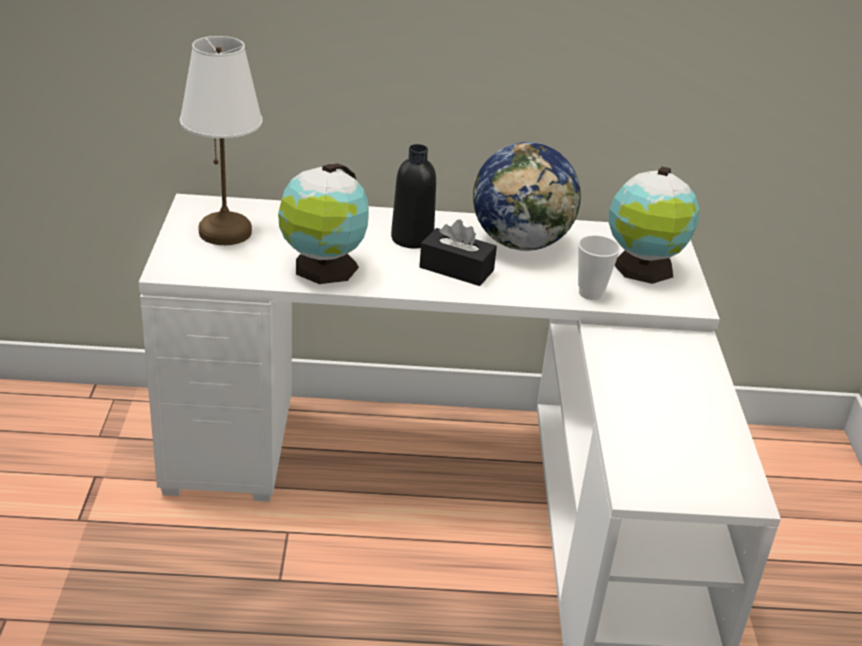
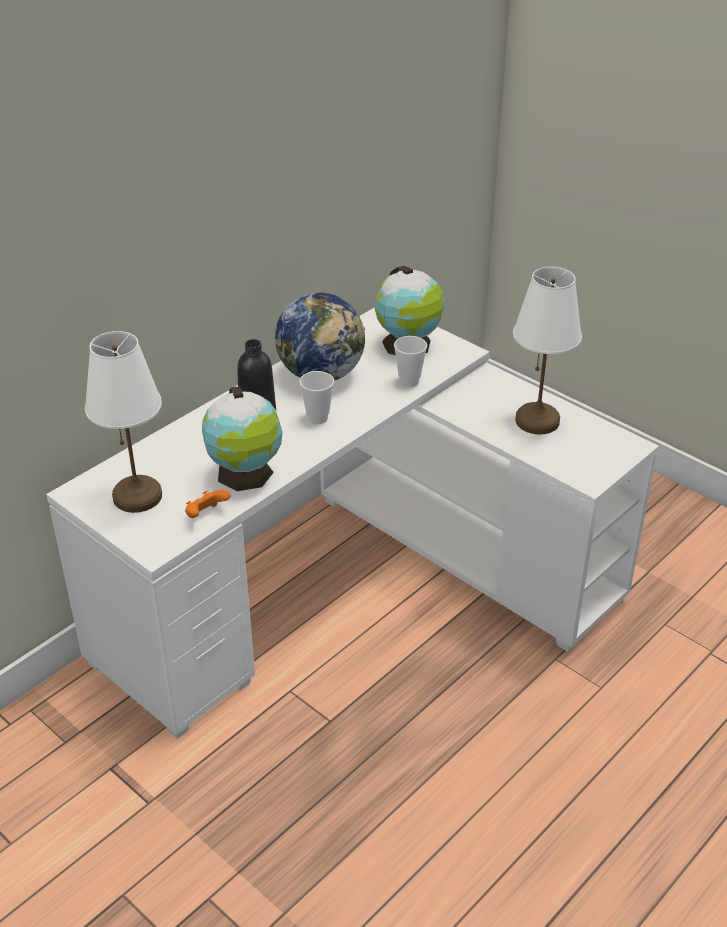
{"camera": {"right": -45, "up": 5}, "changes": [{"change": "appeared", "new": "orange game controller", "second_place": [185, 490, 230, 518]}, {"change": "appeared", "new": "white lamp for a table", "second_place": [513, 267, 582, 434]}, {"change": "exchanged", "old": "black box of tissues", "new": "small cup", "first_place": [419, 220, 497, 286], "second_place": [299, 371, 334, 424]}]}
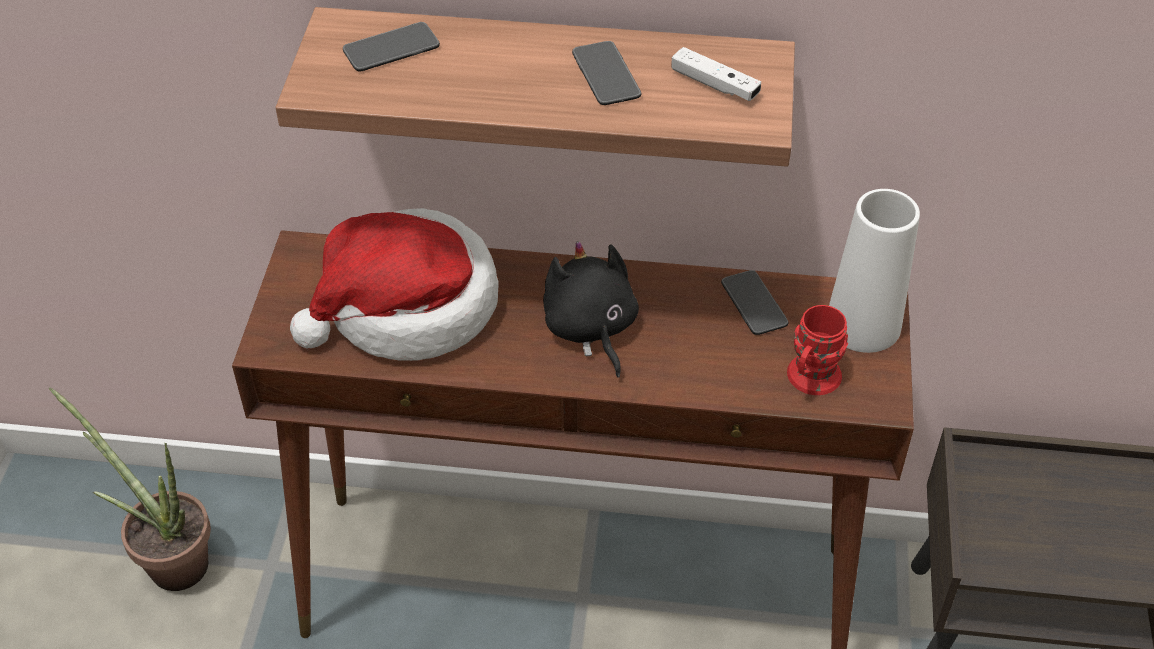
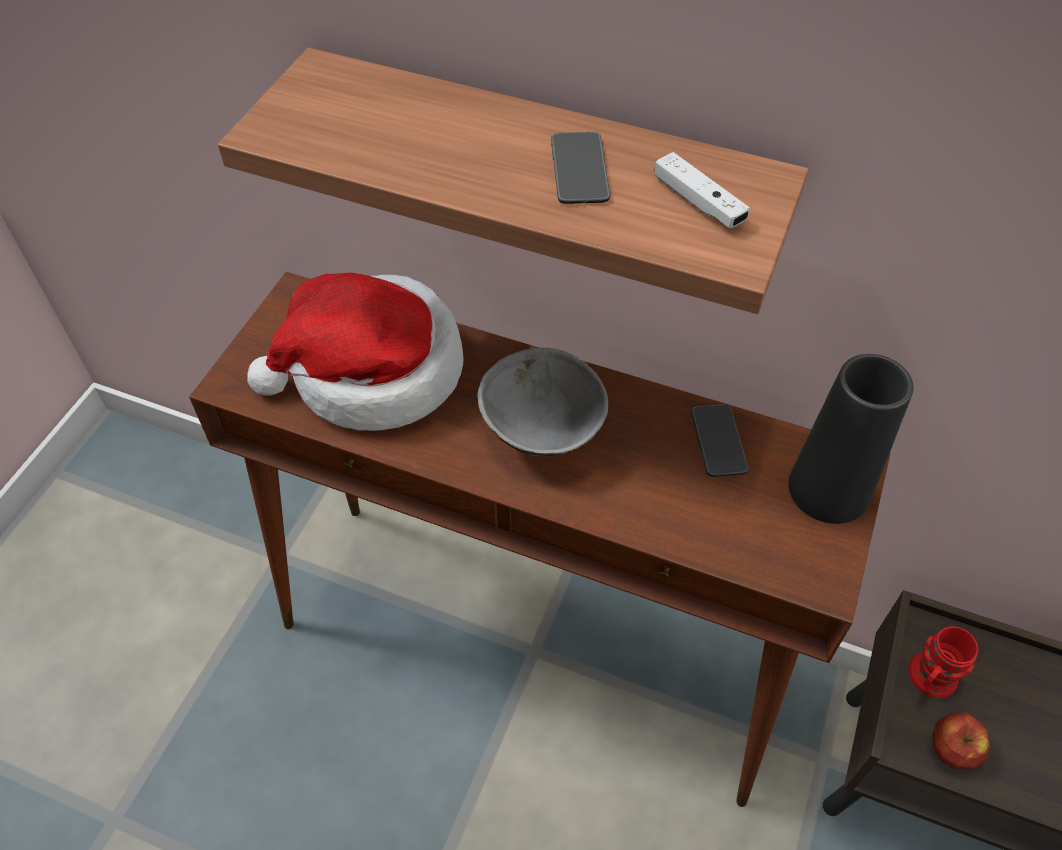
{"camera": {"right": 15, "up": 5}, "changes": [{"change": "missing", "old": "plant in a pot", "first_place": [48, 387, 211, 591]}, {"change": "missing", "old": "handset", "first_place": [343, 22, 440, 71]}, {"change": "appeared", "new": "whole apple", "second_place": [932, 712, 990, 770]}, {"change": "relocated", "old": "red-coloured coffee mug", "first_place": [787, 305, 848, 395], "second_place": [908, 626, 978, 698]}, {"change": "exchanged", "old": "black plush toy", "new": "greyish serving bowl", "first_place": [543, 241, 639, 378], "second_place": [477, 348, 608, 457]}, {"change": "colour", "old": "white vase", "new": "black vase", "first_place": [829, 189, 920, 353], "second_place": [788, 354, 913, 524]}]}
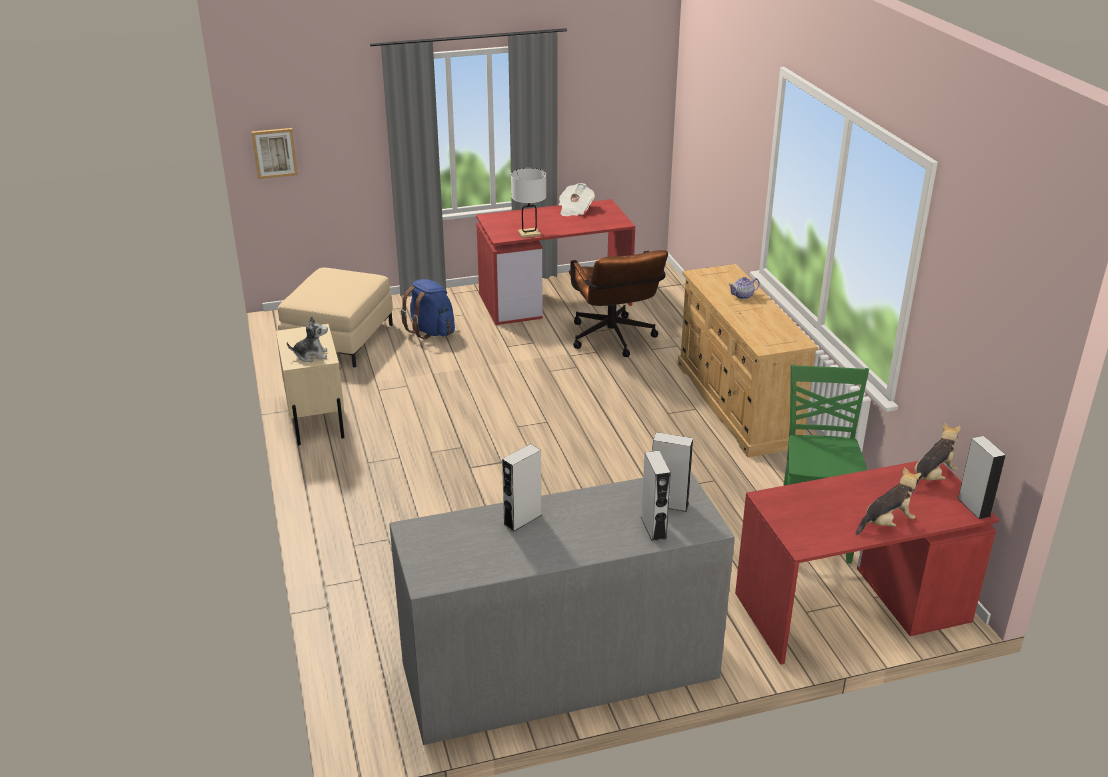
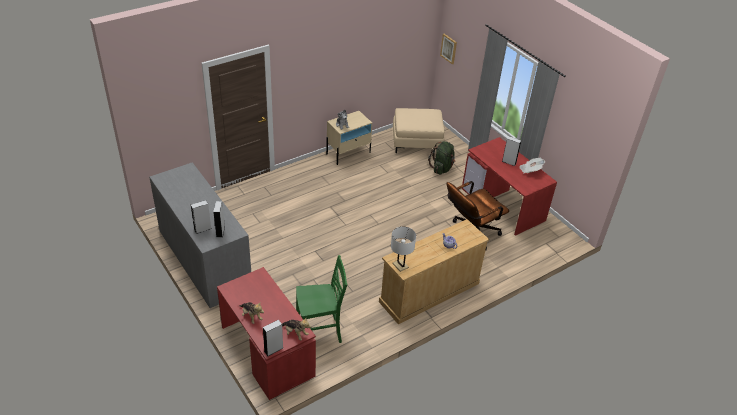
{"camera": {"right": 70, "up": 10}, "changes": [{"change": "relocated", "old": "greyish speaker", "first_place": [502, 444, 542, 532], "second_place": [502, 136, 522, 166]}, {"change": "relocated", "old": "white lamp for a table", "first_place": [511, 168, 546, 238], "second_place": [391, 227, 416, 272]}, {"change": "colour", "old": "blue-coloured rucksack", "new": "green-coloured rucksack", "first_place": [401, 279, 455, 339], "second_place": [428, 141, 455, 174]}]}
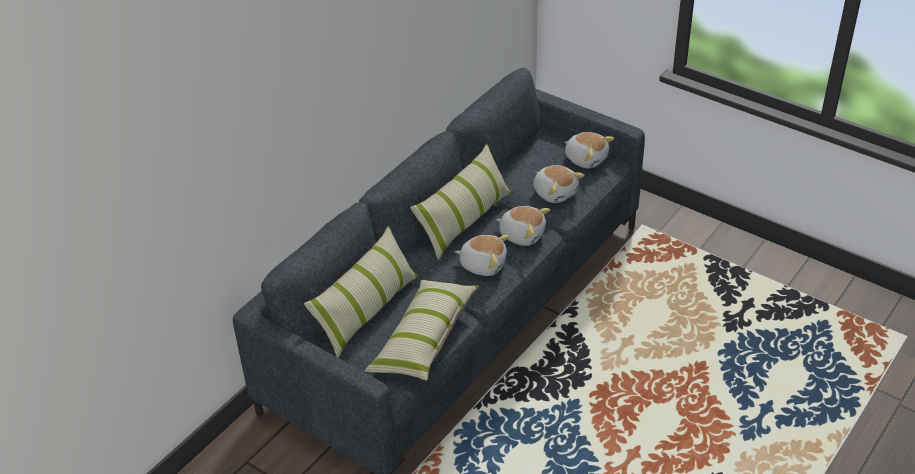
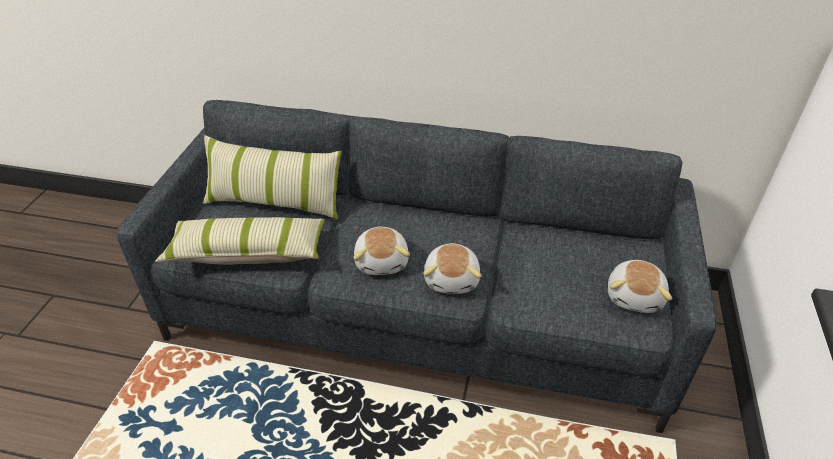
{"camera": {"right": 65, "up": 0}, "changes": [{"change": "missing", "old": "throw pillow", "first_place": [410, 144, 512, 260]}, {"change": "missing", "old": "plush toy", "first_place": [533, 165, 584, 203]}]}
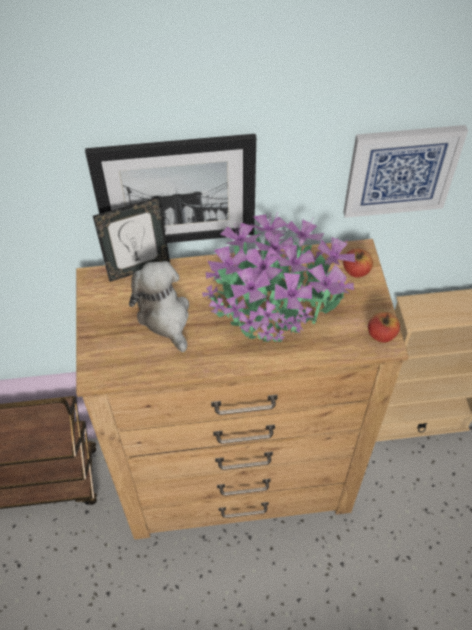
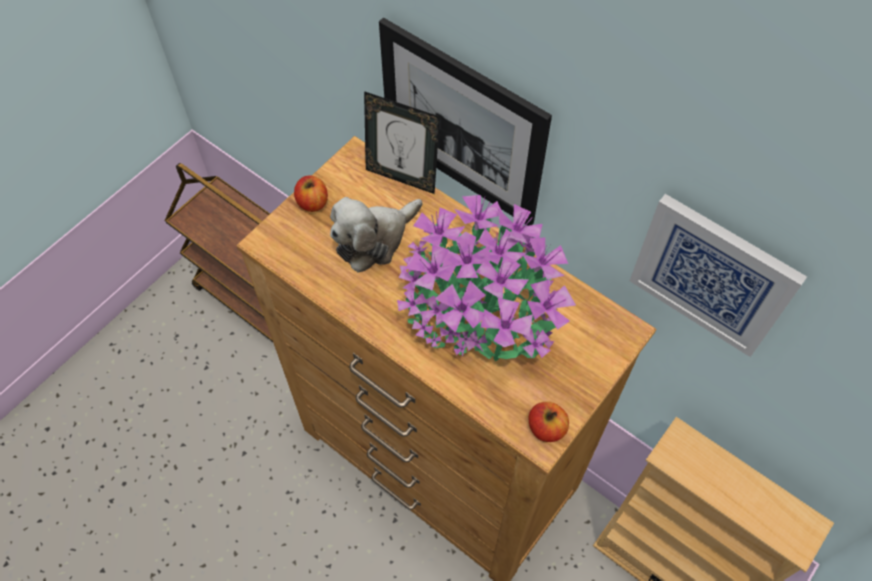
{"camera": {"right": 45, "up": 5}, "changes": [{"change": "relocated", "old": "whole apple", "first_place": [343, 249, 373, 277], "second_place": [294, 176, 328, 212]}, {"change": "spun", "old": "plush toy", "first_place": [129, 261, 189, 352], "second_place": [330, 197, 423, 273], "degrees": -150}]}
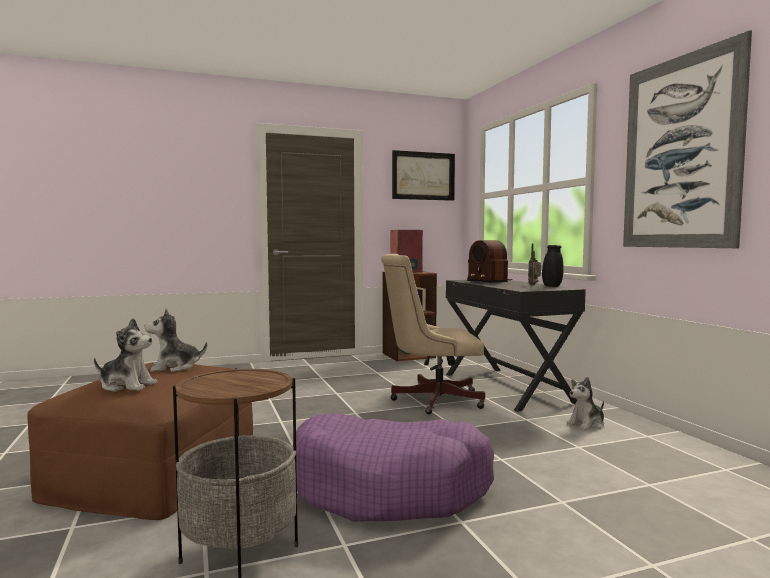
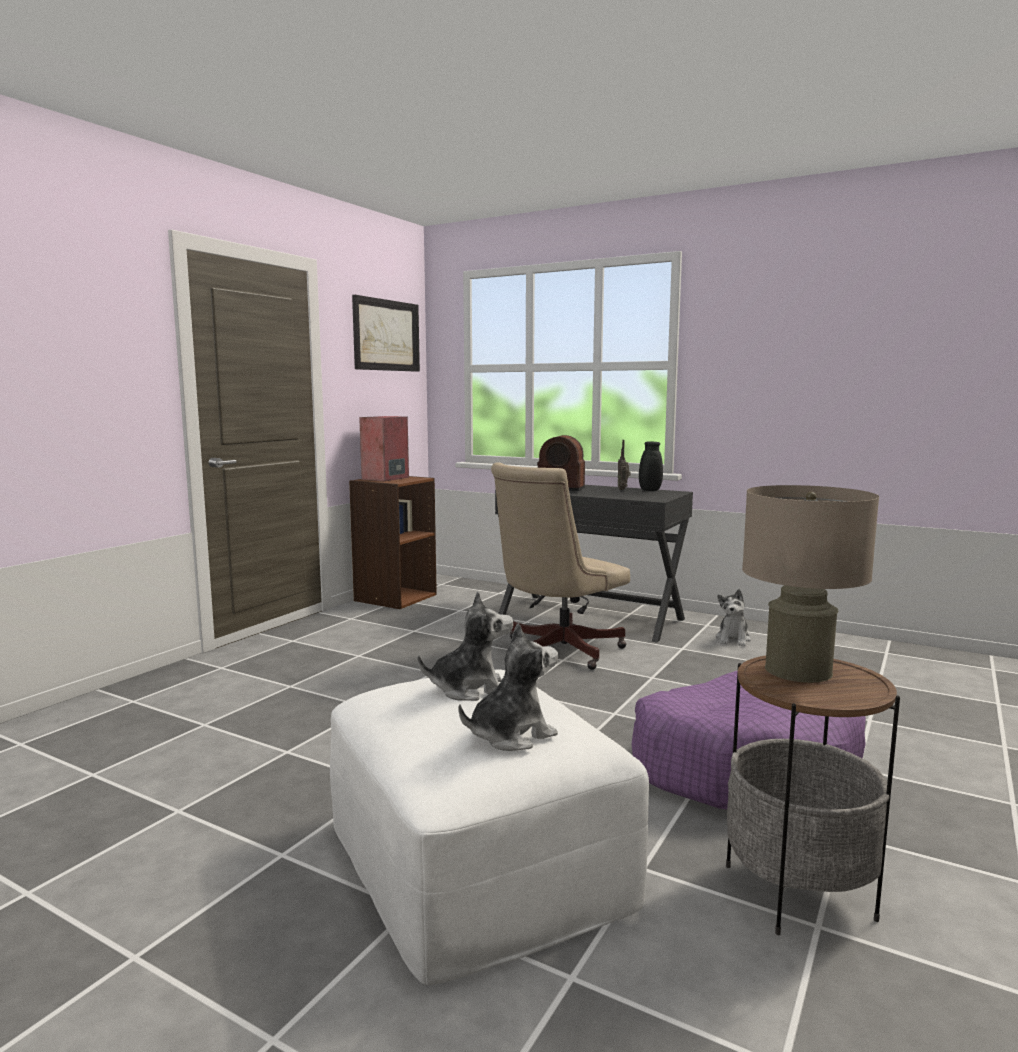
{"camera": {"right": -40, "up": 5}, "changes": [{"change": "missing", "old": "wall picture", "first_place": [623, 30, 752, 248]}, {"change": "appeared", "new": "sand-coloured lamp for a table", "second_place": [742, 485, 879, 683]}, {"change": "colour", "old": "brown pouffe", "new": "white pouffe", "first_place": [27, 362, 253, 520], "second_place": [330, 670, 649, 985]}, {"change": "spun", "old": "plush toy", "first_place": [145, 309, 207, 372], "second_place": [418, 592, 513, 701], "degrees": -135}]}
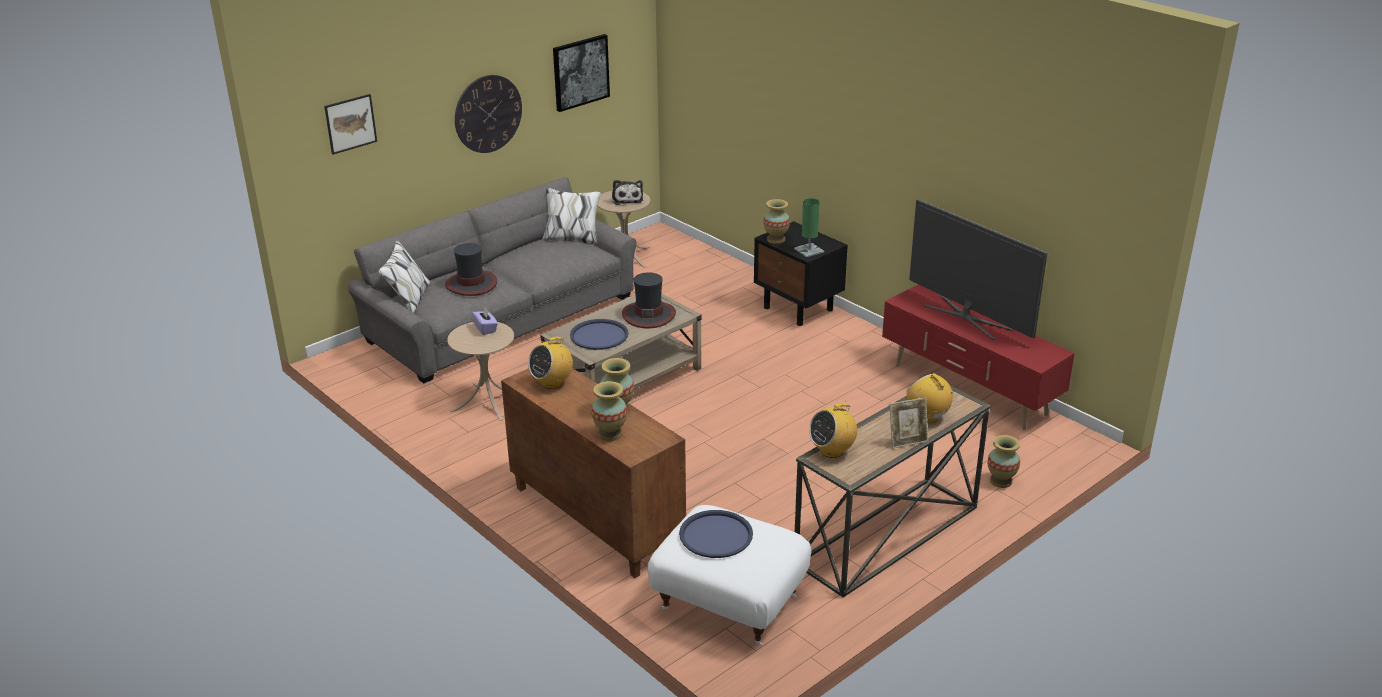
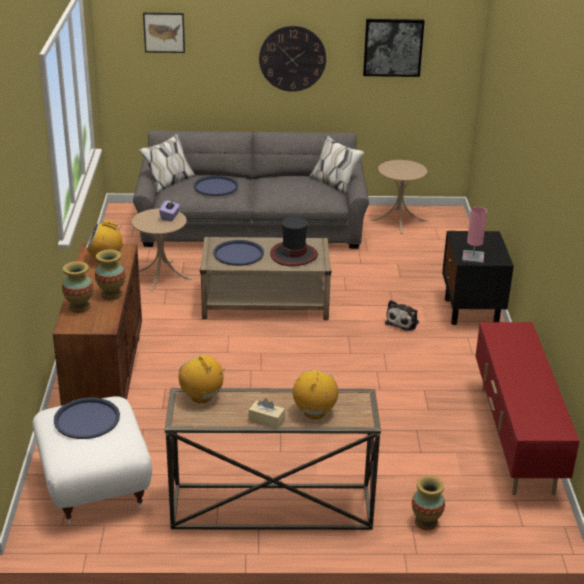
{"camera": {"right": 40, "up": 0}, "changes": [{"change": "missing", "old": "vase", "first_place": [764, 199, 790, 244]}, {"change": "missing", "old": "TV", "first_place": [909, 199, 1047, 340]}, {"change": "relocated", "old": "plush toy", "first_place": [612, 180, 643, 205], "second_place": [385, 300, 419, 331]}, {"change": "exchanged", "old": "clothing hat", "new": "blue-coloured carrying tray", "first_place": [445, 243, 497, 296], "second_place": [193, 175, 239, 196]}, {"change": "exchanged", "old": "picture frame", "new": "sand-coloured box of tissues", "first_place": [890, 397, 928, 449], "second_place": [249, 398, 285, 429]}, {"change": "colour", "old": "green-coloured lamp for a table", "new": "pinkish lamp for a table", "first_place": [794, 198, 824, 257], "second_place": [462, 207, 487, 263]}, {"change": "spun", "old": "radio", "first_place": [809, 403, 857, 458], "second_place": [179, 354, 225, 403], "degrees": 45}]}
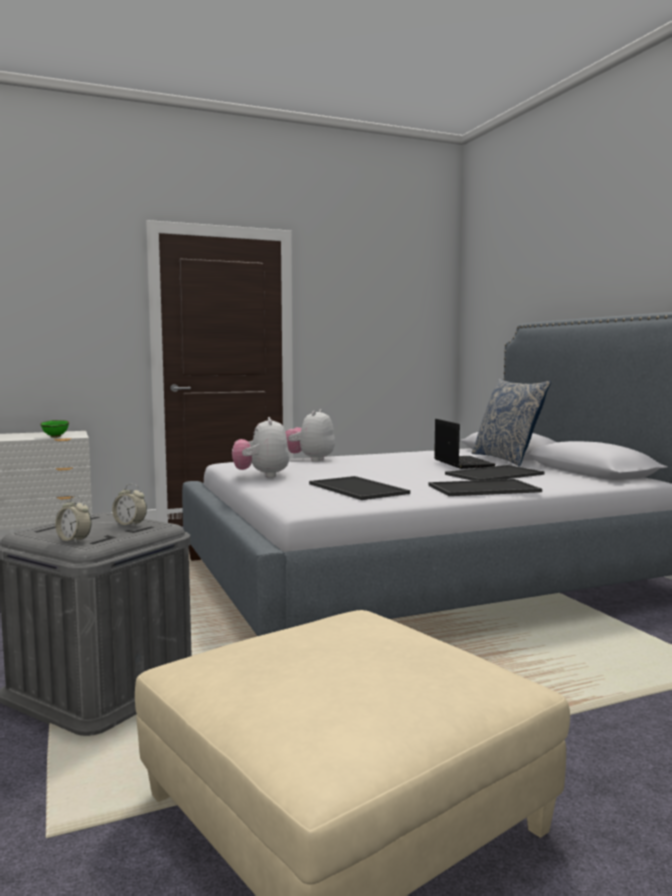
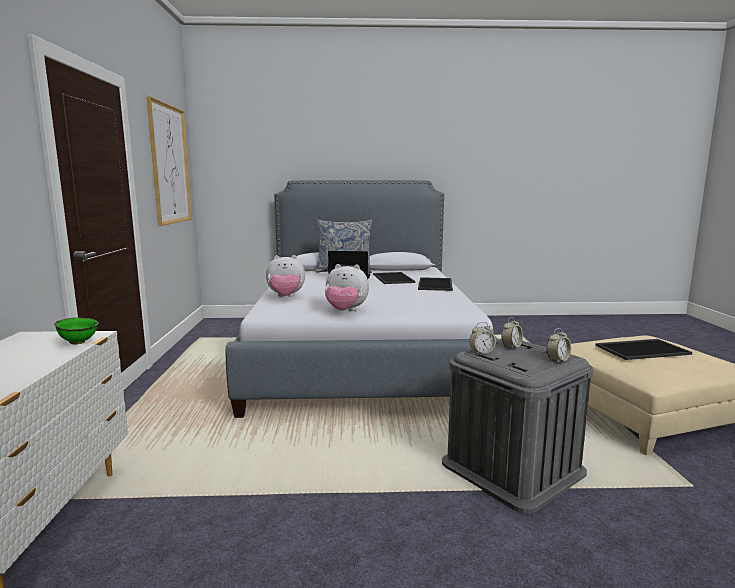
{"camera": {"right": -70, "up": 5}, "changes": [{"change": "appeared", "new": "wall picture", "second_place": [147, 96, 192, 226]}, {"change": "appeared", "new": "table clock", "second_place": [469, 322, 496, 355]}, {"change": "relocated", "old": "carrying tray", "first_place": [309, 476, 410, 500], "second_place": [596, 339, 692, 360]}, {"change": "spun", "old": "plush toy", "first_place": [285, 409, 335, 462], "second_place": [266, 255, 305, 297], "degrees": -45}]}
